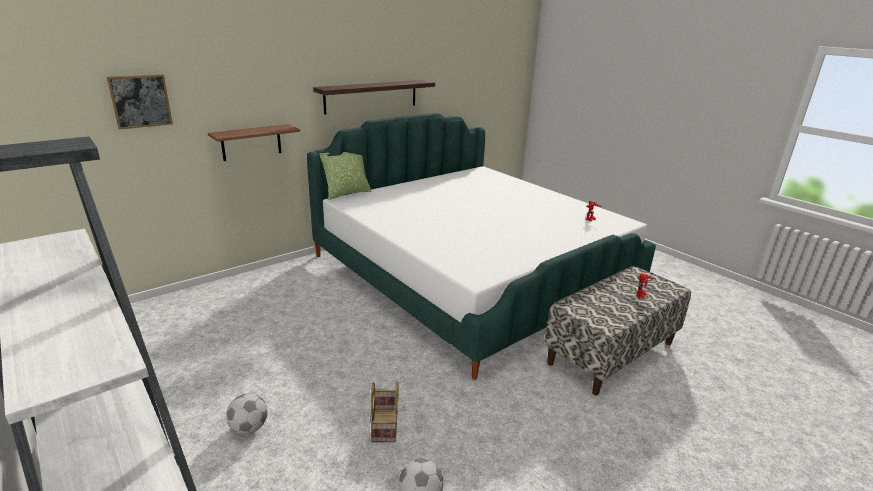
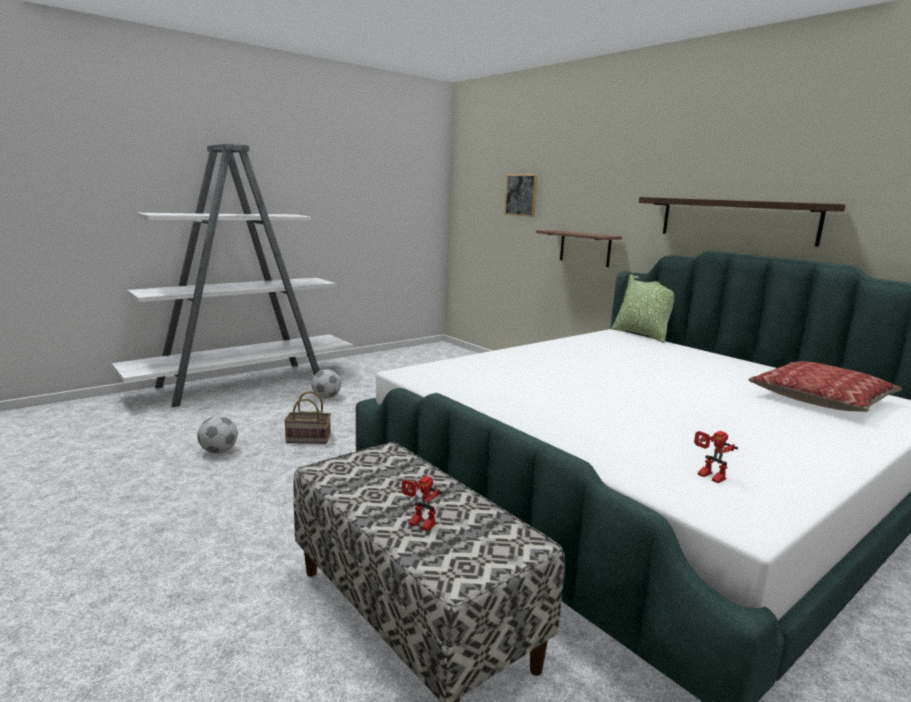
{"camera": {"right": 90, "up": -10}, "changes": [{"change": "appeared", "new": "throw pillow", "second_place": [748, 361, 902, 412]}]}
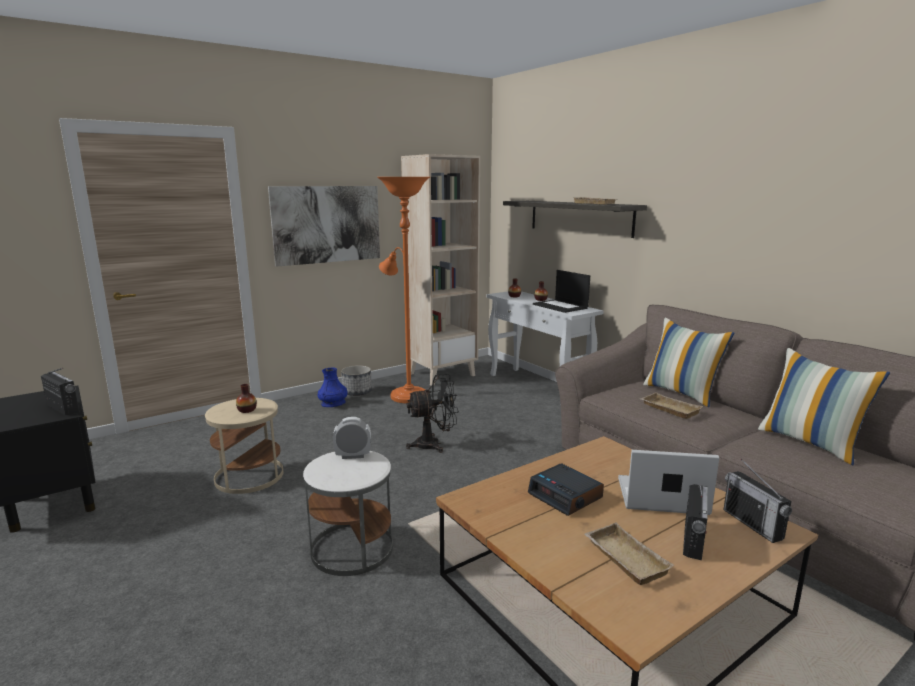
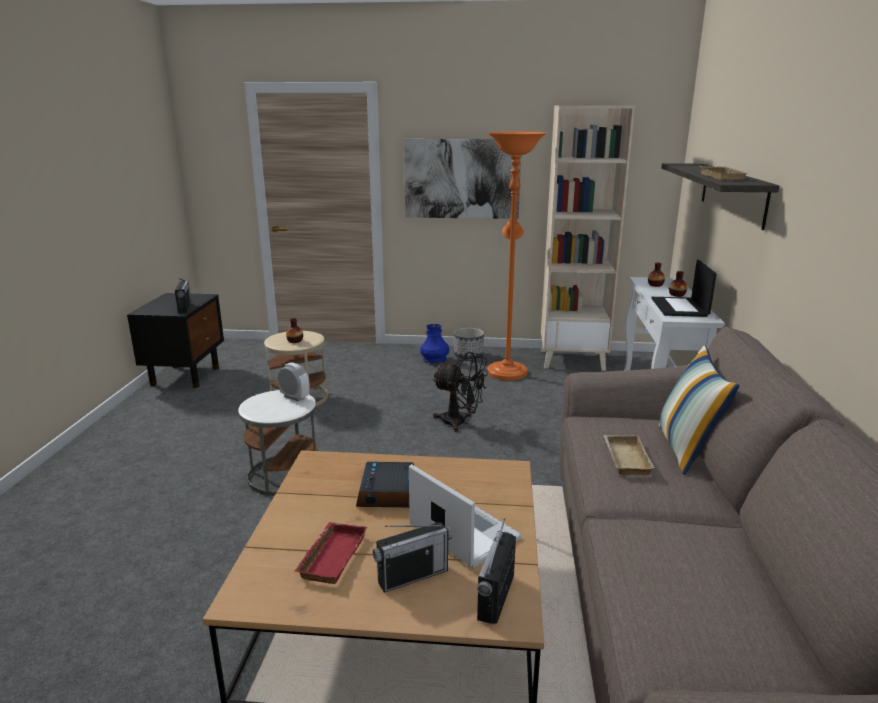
{"camera": {"right": 40, "up": 5}, "changes": [{"change": "missing", "old": "throw pillow", "first_place": [758, 348, 890, 465]}, {"change": "colour", "old": "sand-coloured carrying tray", "new": "red-coloured carrying tray", "first_place": [584, 523, 675, 585], "second_place": [295, 522, 367, 584]}]}
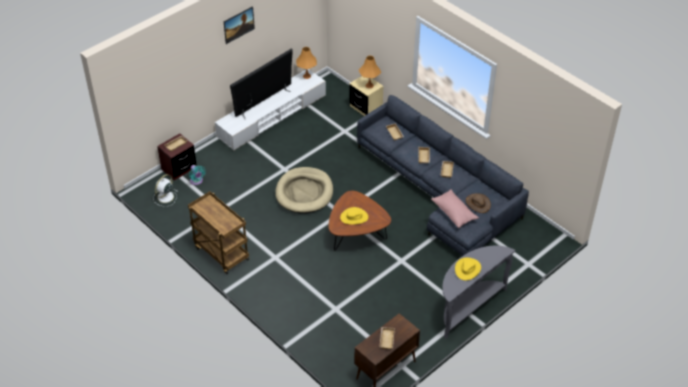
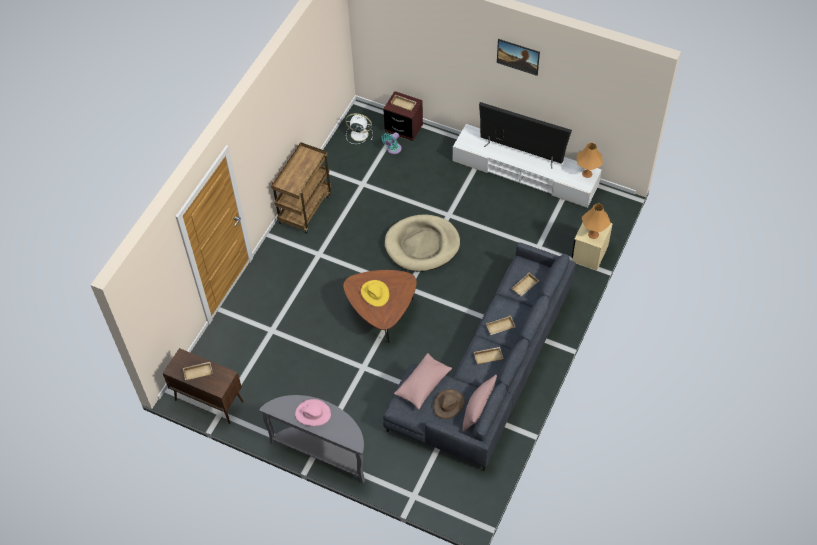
{"camera": {"right": 70, "up": 10}, "changes": [{"change": "appeared", "new": "pinkish throw pillow", "second_place": [462, 375, 497, 432]}, {"change": "colour", "old": "yellow-coloured clothing hat", "new": "pinkish clothing hat", "first_place": [455, 257, 481, 280], "second_place": [295, 399, 331, 426]}]}
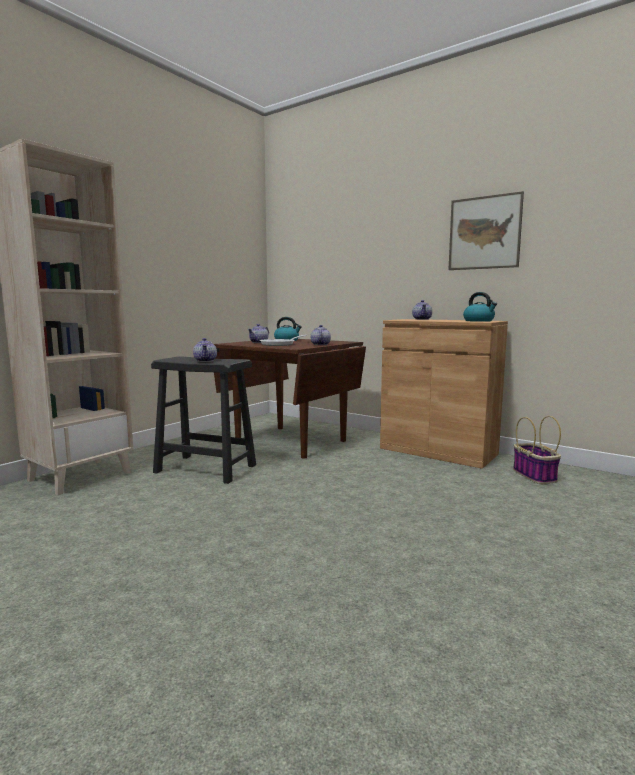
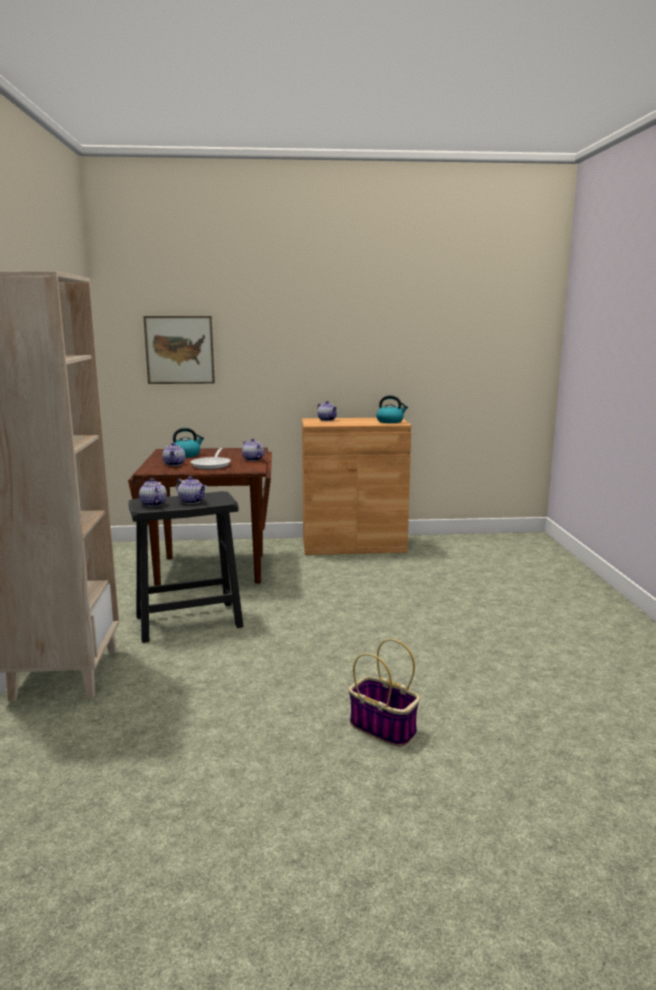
{"camera": {"right": -40, "up": 5}, "changes": [{"change": "appeared", "new": "tea pot", "second_place": [139, 478, 167, 507]}, {"change": "relocated", "old": "wall picture", "first_place": [448, 191, 524, 270], "second_place": [143, 316, 215, 384]}, {"change": "relocated", "old": "basket", "first_place": [513, 416, 561, 484], "second_place": [349, 639, 420, 747]}]}
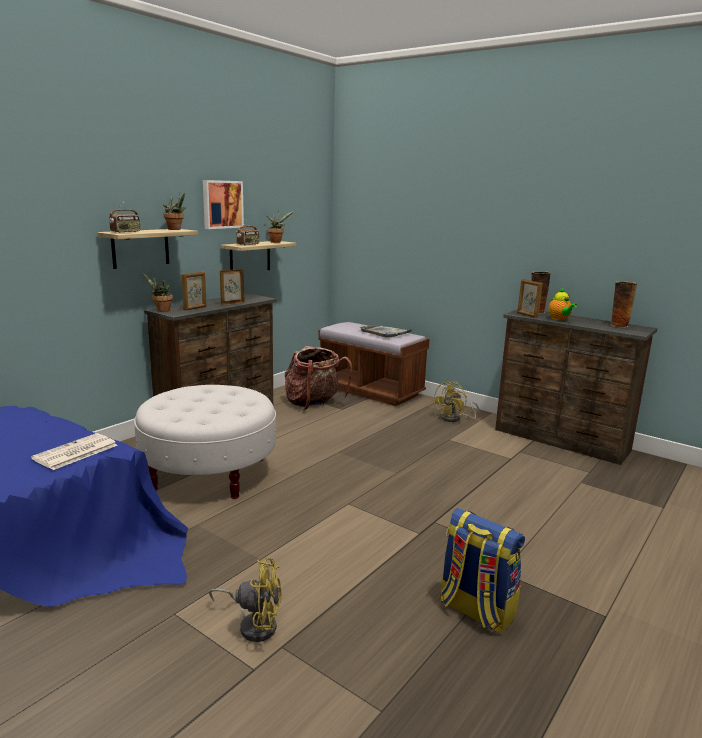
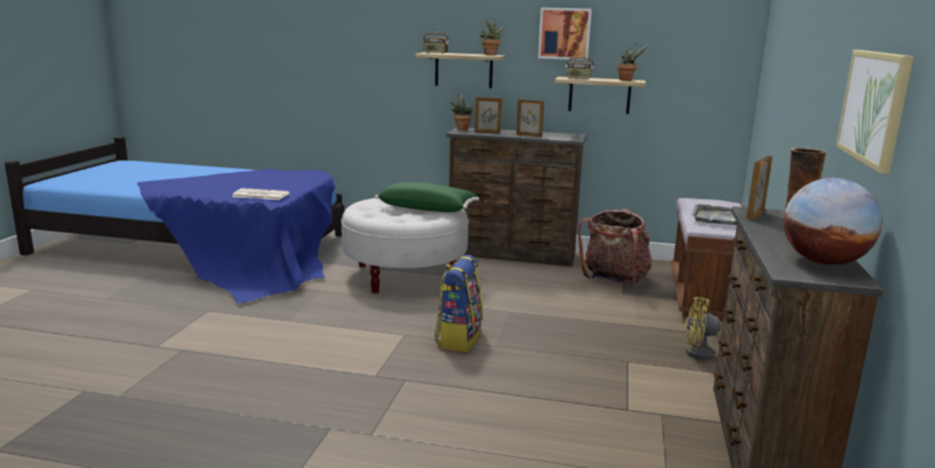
{"camera": {"right": 65, "up": 0}, "changes": [{"change": "missing", "old": "yellow-coloured electric fan", "first_place": [209, 558, 282, 642]}, {"change": "missing", "old": "tea pot", "first_place": [548, 288, 577, 321]}, {"change": "appeared", "new": "green-coloured throw pillow", "second_place": [375, 182, 479, 212]}, {"change": "appeared", "new": "wall picture", "second_place": [836, 50, 914, 174]}, {"change": "relocated", "old": "rucksack", "first_place": [439, 508, 525, 634], "second_place": [434, 255, 483, 352]}, {"change": "exchanged", "old": "vase", "new": "desk globe", "first_place": [611, 281, 637, 328], "second_place": [784, 178, 882, 265]}]}
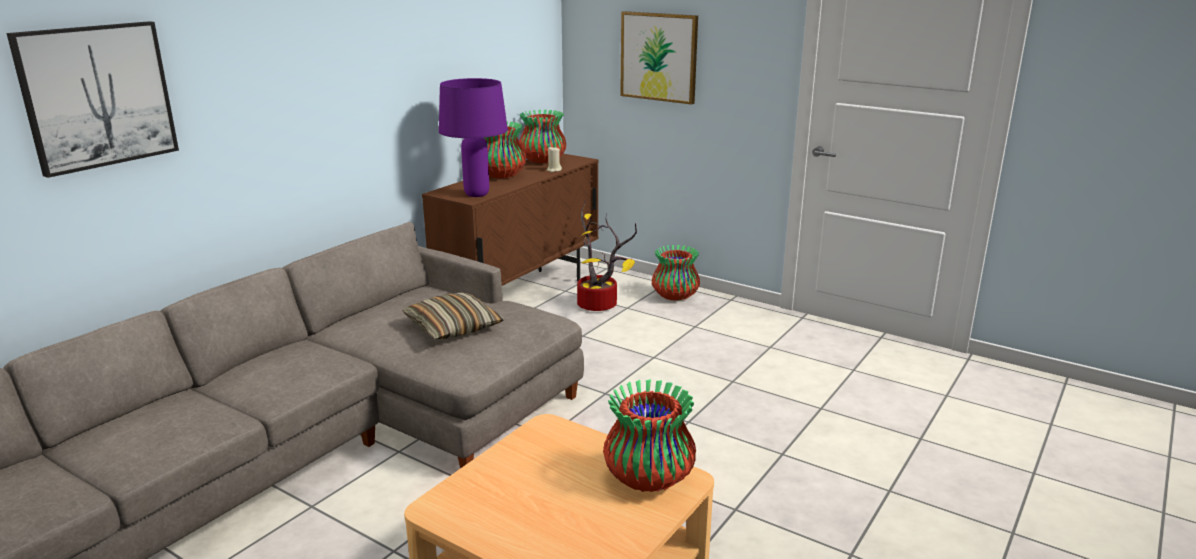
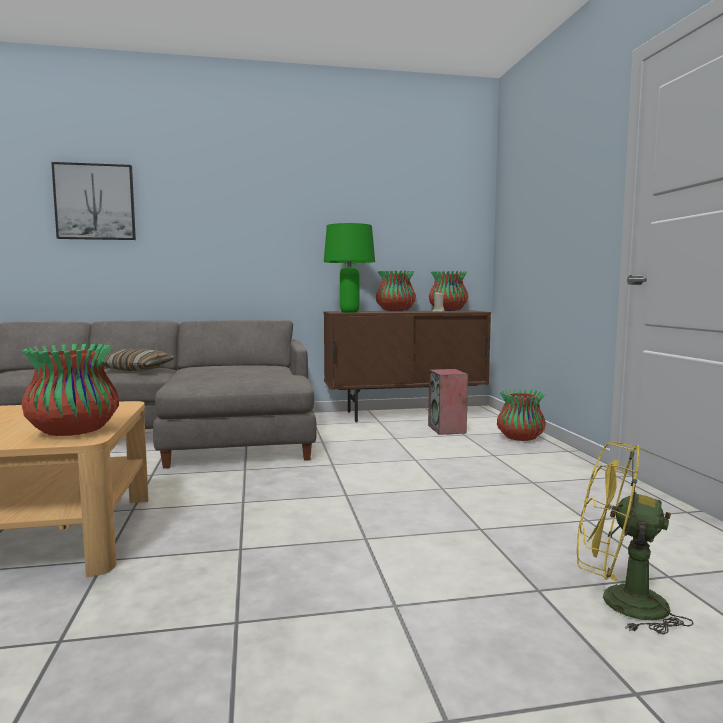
{"camera": {"right": 45, "up": -15}, "changes": [{"change": "missing", "old": "wall picture", "first_place": [620, 11, 698, 105]}, {"change": "appeared", "new": "yellow-coloured electric fan", "second_place": [577, 441, 693, 635]}, {"change": "relocated", "old": "throw pillow", "first_place": [402, 292, 504, 339], "second_place": [103, 349, 175, 371]}, {"change": "exchanged", "old": "plant in a pot", "new": "speaker", "first_place": [577, 201, 637, 311], "second_place": [428, 369, 468, 435]}, {"change": "colour", "old": "purple-coloured lamp for a table", "new": "green-coloured lamp for a table", "first_place": [439, 78, 508, 197], "second_place": [324, 223, 375, 313]}]}
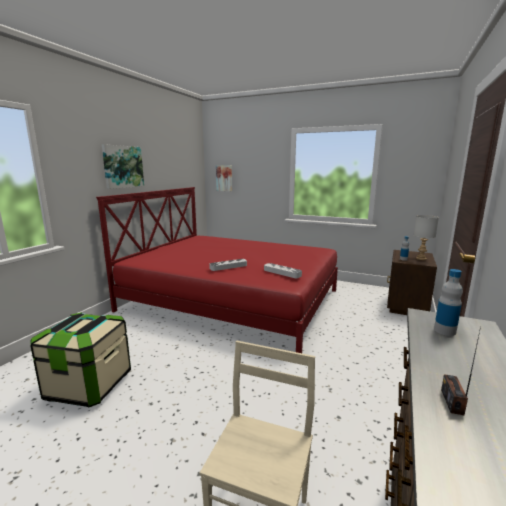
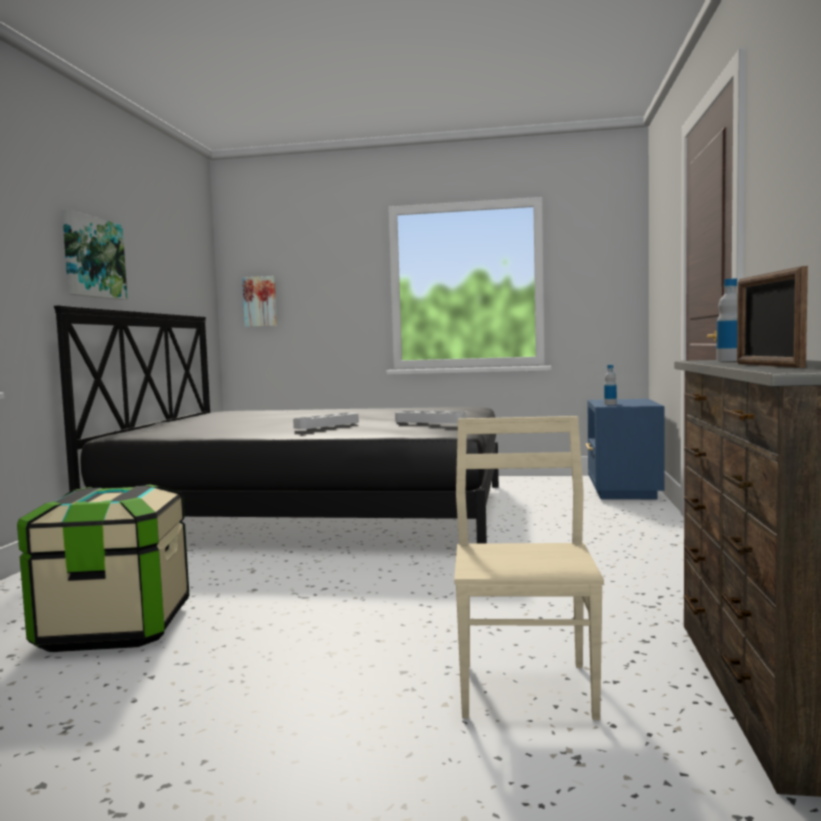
{"camera": {"right": -15, "up": -10}, "changes": [{"change": "missing", "old": "greyish lamp for a table", "first_place": [414, 215, 439, 260]}, {"change": "exchanged", "old": "radio", "new": "picture frame", "first_place": [441, 326, 481, 415], "second_place": [737, 266, 808, 368]}, {"change": "colour", "old": "red-coloured bed", "new": "black bed", "first_place": [96, 187, 338, 353], "second_place": [54, 305, 499, 544]}, {"change": "colour", "old": "brown nightstand", "new": "blue-coloured nightstand", "first_place": [387, 250, 437, 315], "second_place": [585, 399, 664, 499]}]}
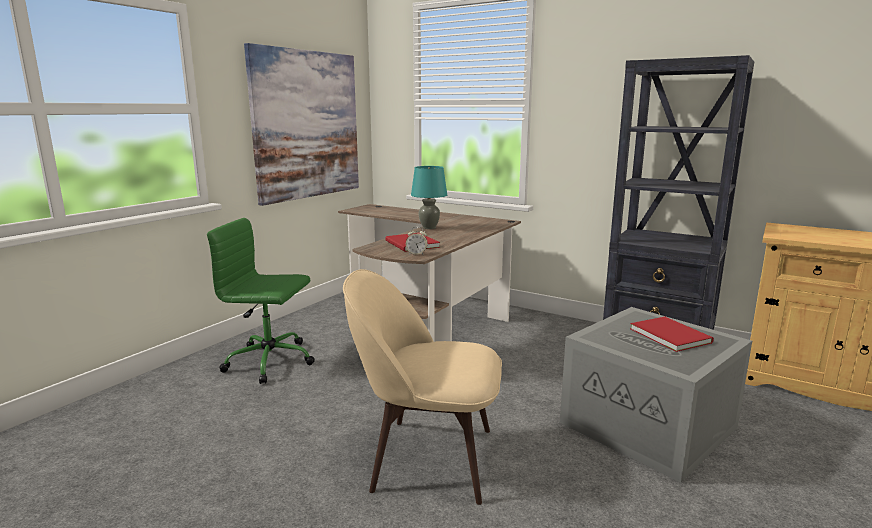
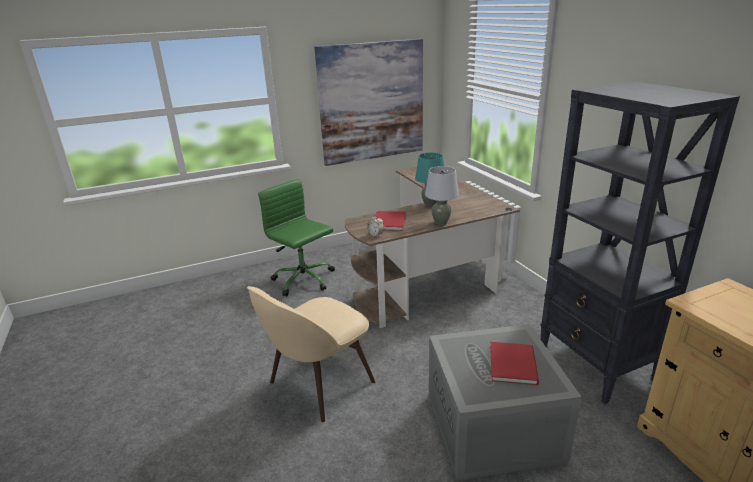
{"camera": {"right": 35, "up": 10}, "changes": [{"change": "appeared", "new": "greyish lamp for a table", "second_place": [425, 166, 459, 225]}, {"change": "spun", "old": "sand-coloured plain chair", "first_place": [343, 269, 502, 505], "second_place": [247, 286, 375, 422], "degrees": -90}]}
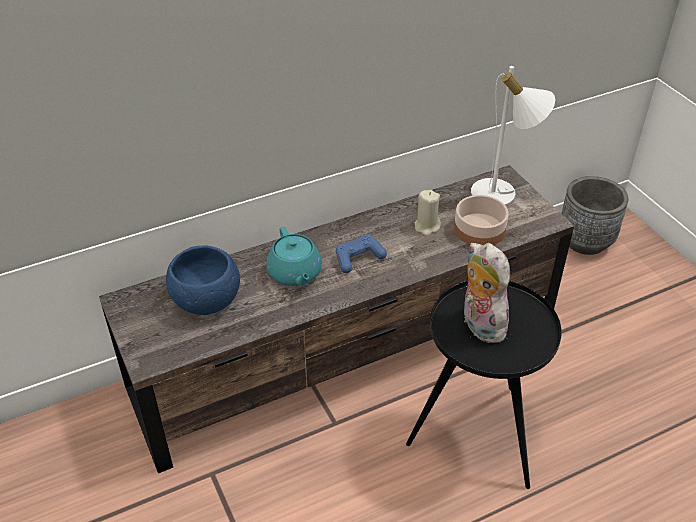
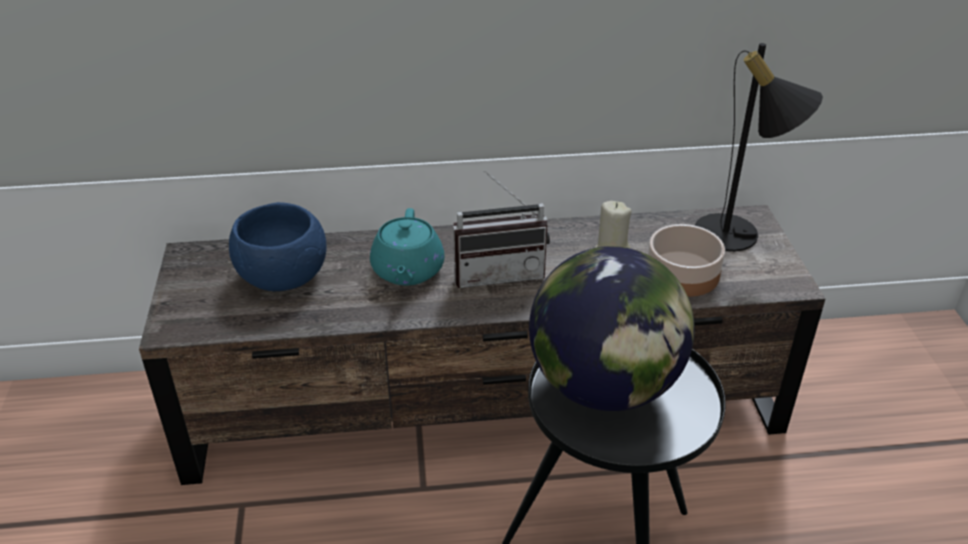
{"camera": {"right": 20, "up": -5}, "changes": [{"change": "missing", "old": "greyish planter", "first_place": [561, 176, 628, 255]}, {"change": "exchanged", "old": "blue-coloured game controller", "new": "radio", "first_place": [336, 234, 387, 273], "second_place": [453, 170, 550, 288]}, {"change": "exchanged", "old": "plush toy", "new": "desk globe", "first_place": [464, 243, 510, 343], "second_place": [529, 246, 695, 411]}, {"change": "colour", "old": "white lamp for a table", "new": "black lamp for a table", "first_place": [471, 66, 555, 205], "second_place": [695, 43, 823, 252]}]}
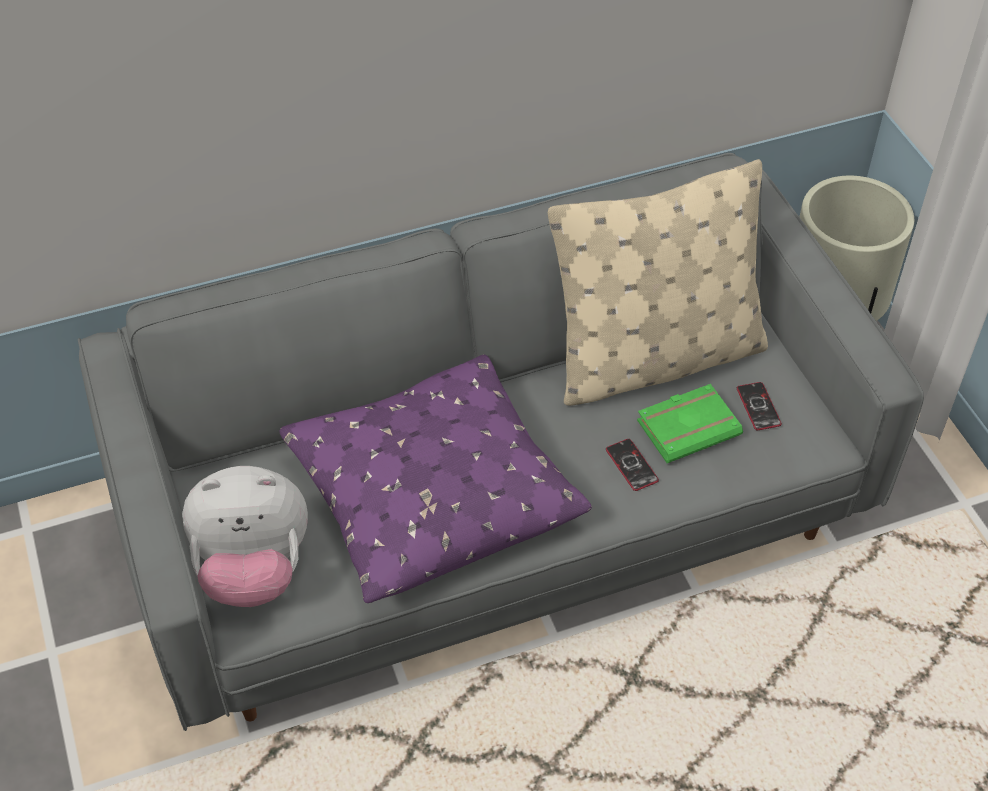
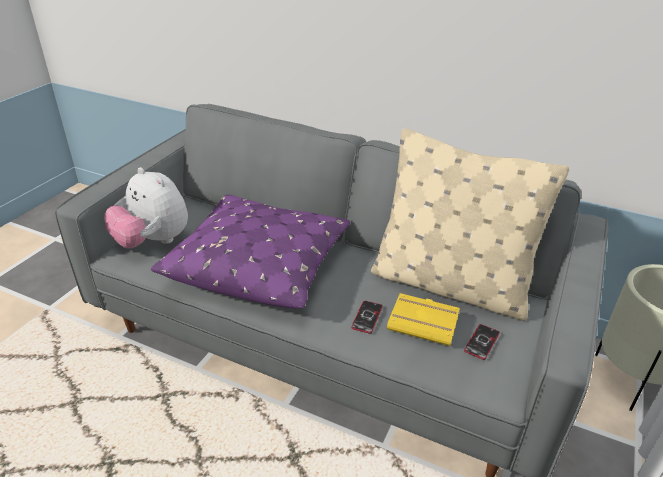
{"camera": {"right": 45, "up": -15}, "changes": [{"change": "colour", "old": "green-coloured volume", "new": "yellow-coloured volume", "first_place": [637, 384, 743, 463], "second_place": [387, 293, 460, 346]}]}
